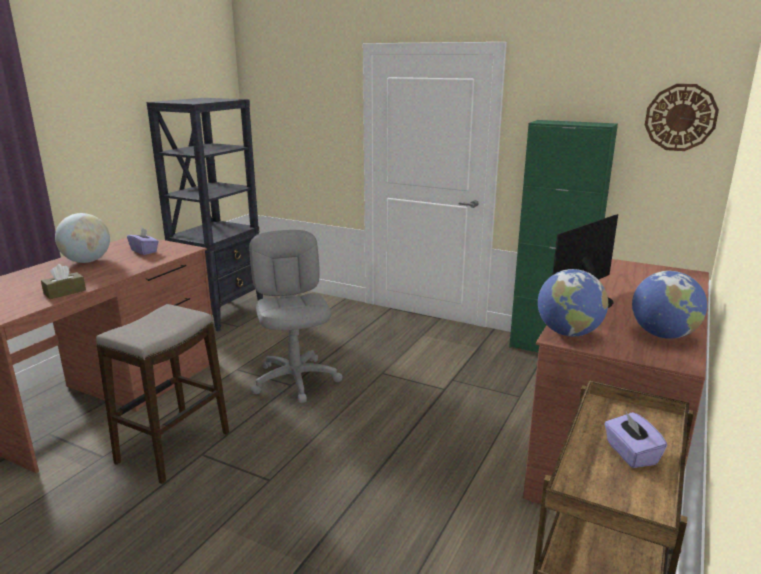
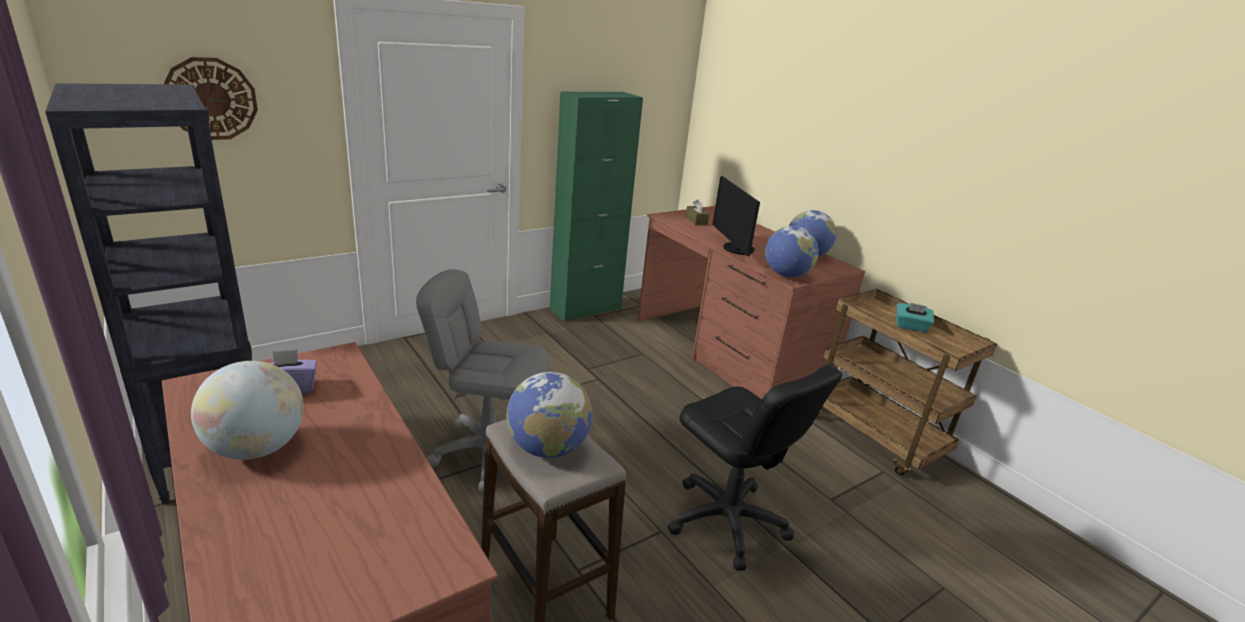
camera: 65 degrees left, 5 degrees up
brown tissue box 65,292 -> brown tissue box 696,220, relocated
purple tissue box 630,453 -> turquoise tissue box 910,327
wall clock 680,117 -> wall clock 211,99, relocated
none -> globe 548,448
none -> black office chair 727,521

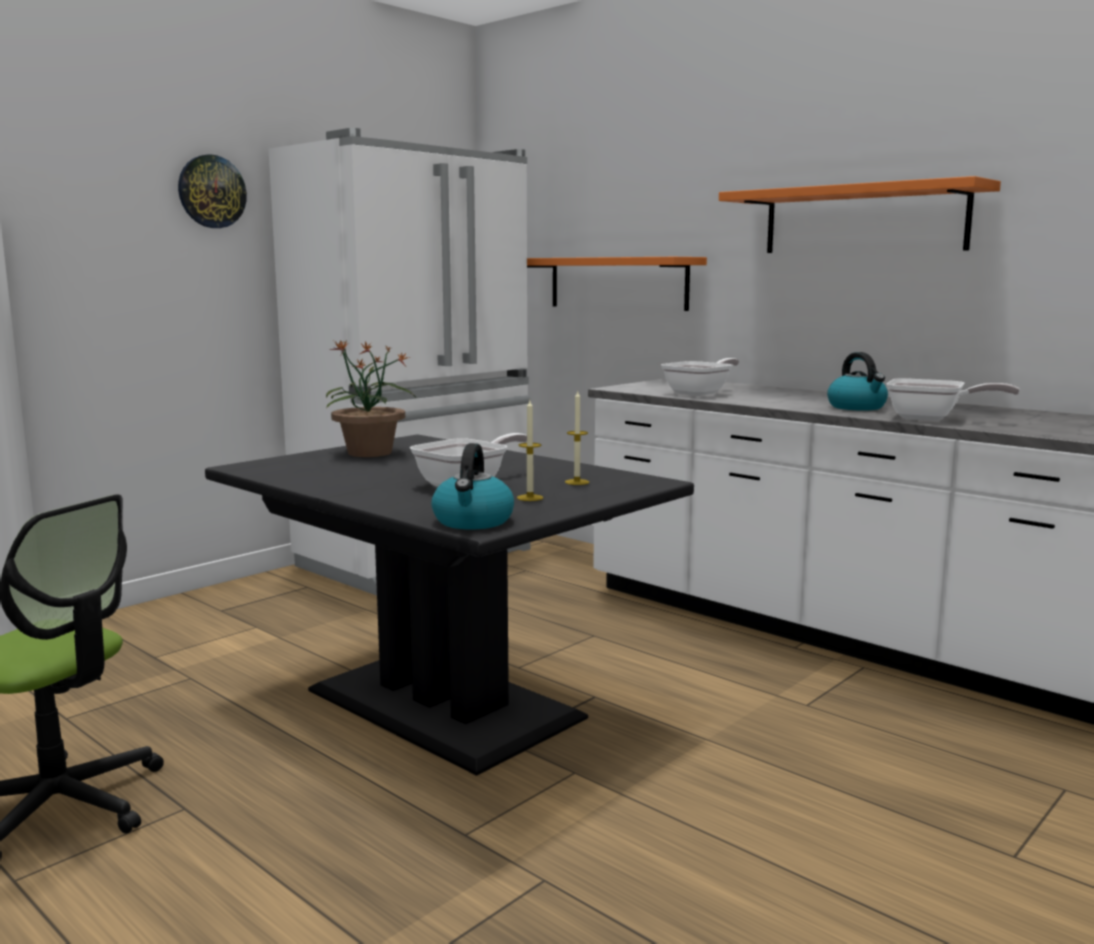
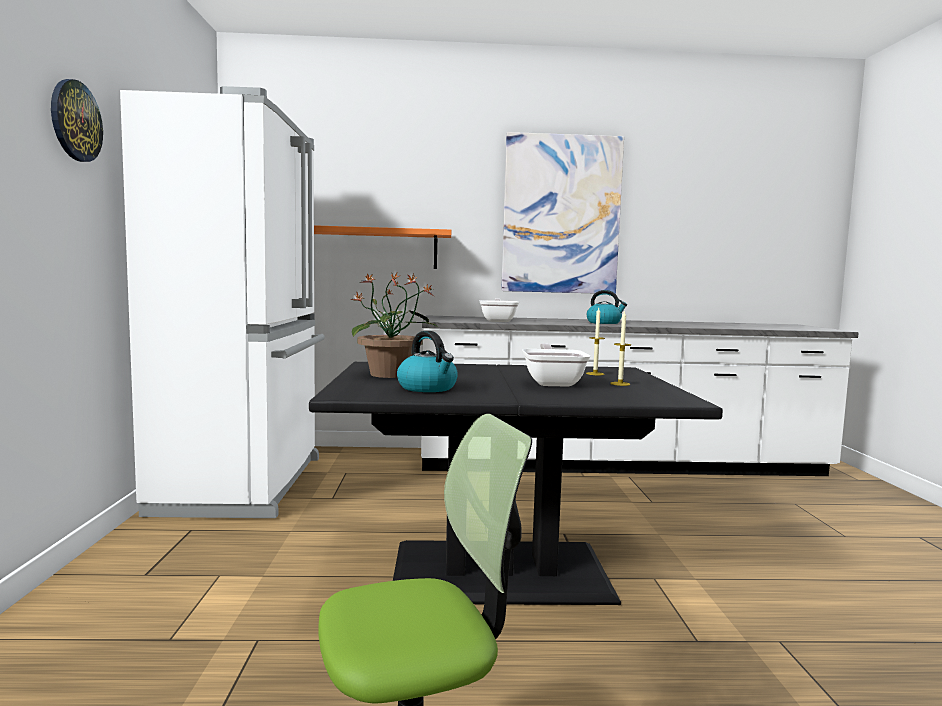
camera: 45 degrees left, 5 degrees down
kettle 473,521 -> kettle 428,388, relocated
orange shelf 863,220 -> picture 561,215
frying pan 932,418 -> none

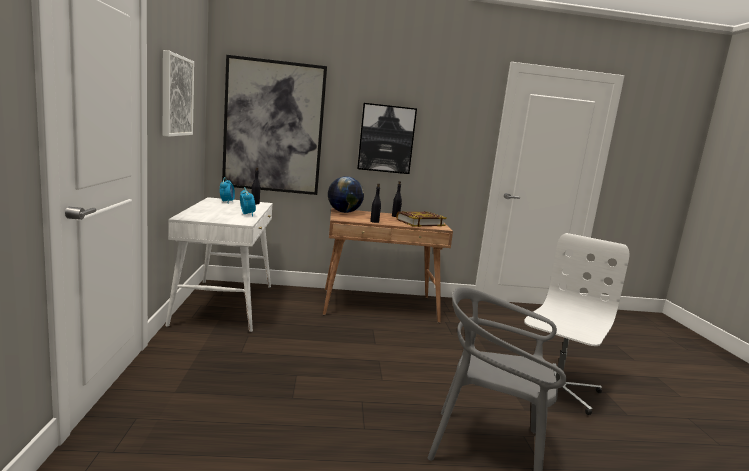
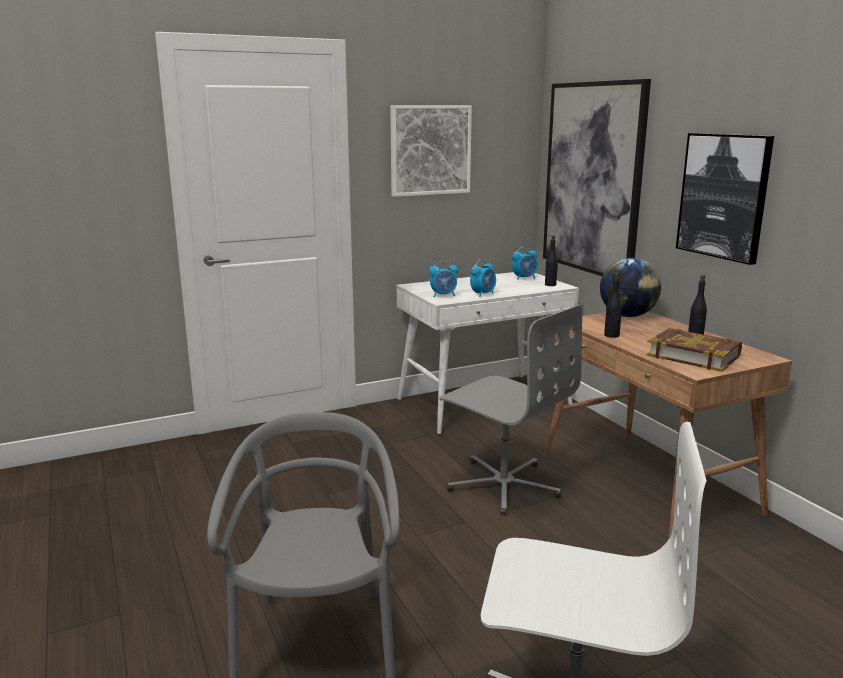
camera: 70 degrees right, 5 degrees up
none -> alarm clock 444,295
none -> grey office chair 503,485

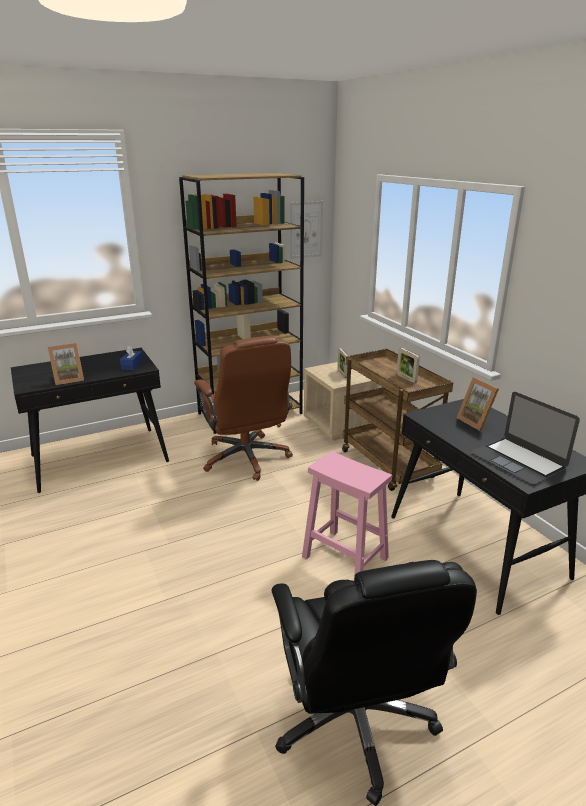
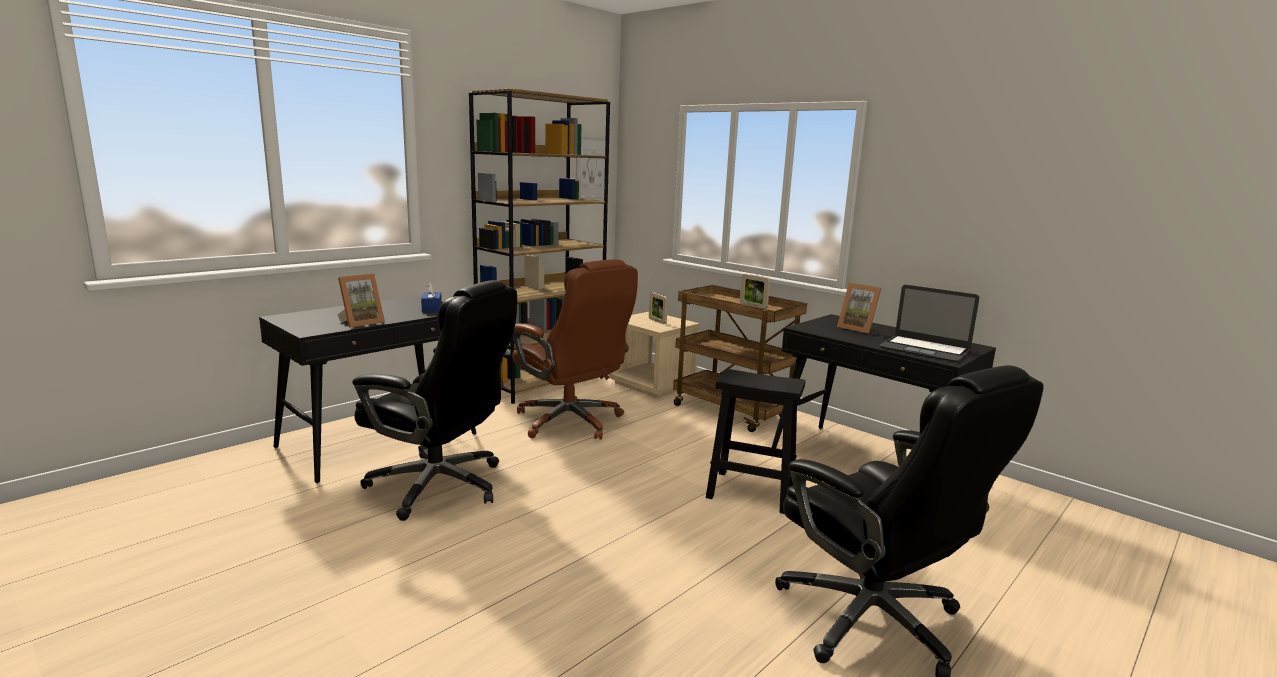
camera: 20 degrees left, 10 degrees down
pink stool 343,557 -> black stool 749,491
none -> black office chair 440,486

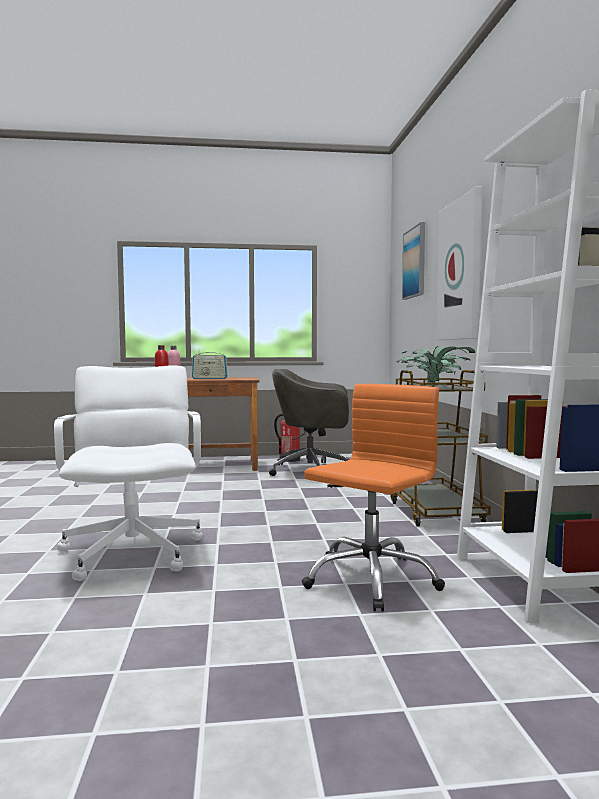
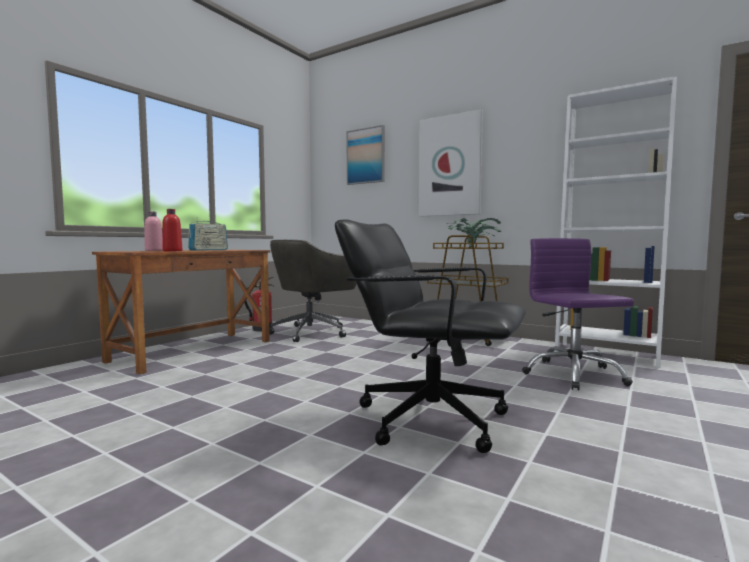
camera: 50 degrees left, 0 degrees up
white office chair 134,552 -> black office chair 430,418
orange office chair 370,579 -> purple office chair 573,375

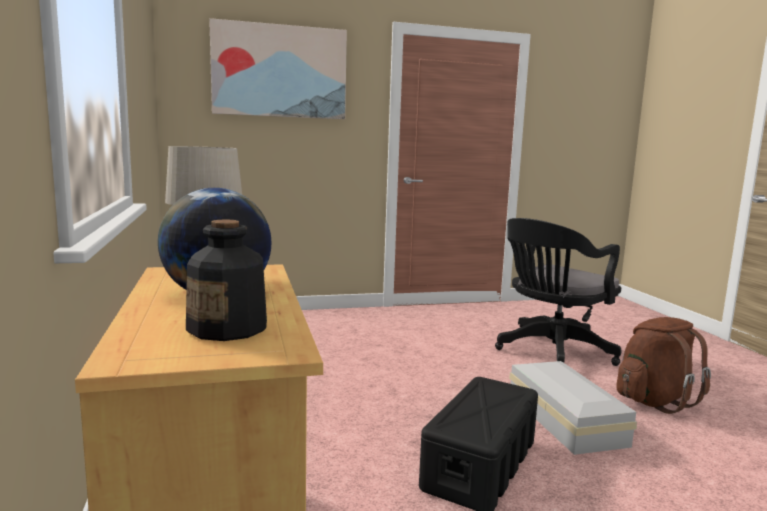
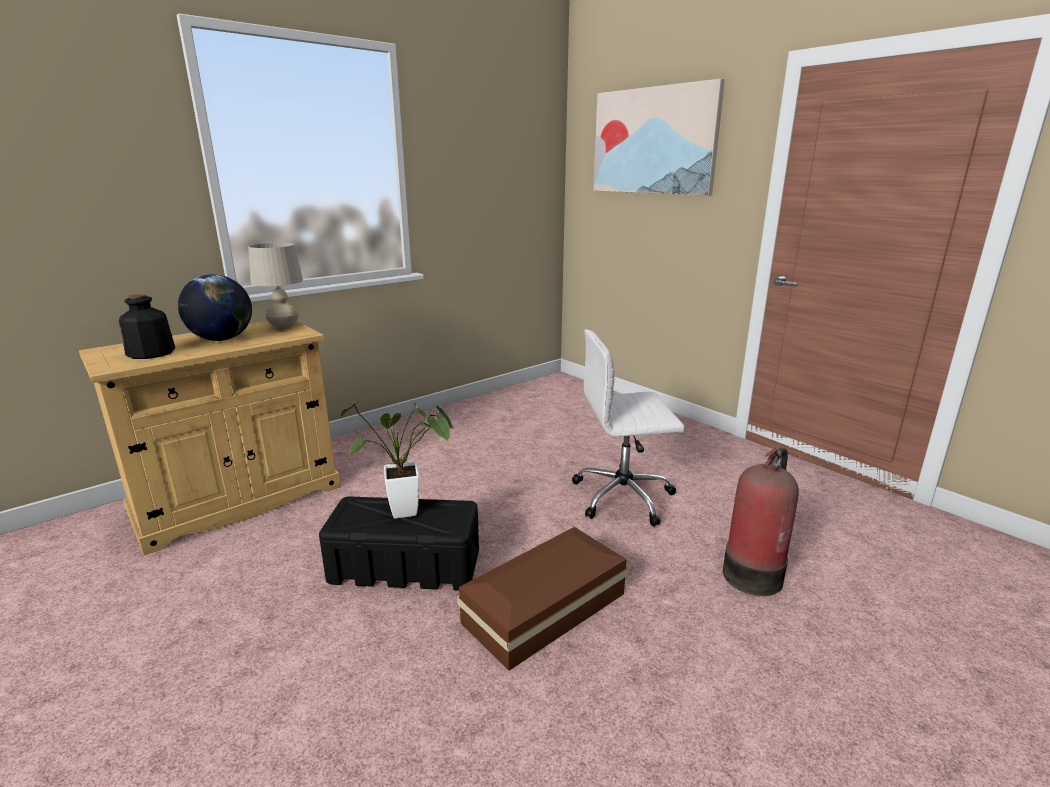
camera: 65 degrees right, 10 degrees up
black office chair 551,352 -> fire extinguisher 754,573
white storage box 565,417 -> brown storage box 548,608
brown backpack 654,400 -> none
none -> potted plant 412,511
none -> white office chair 624,496

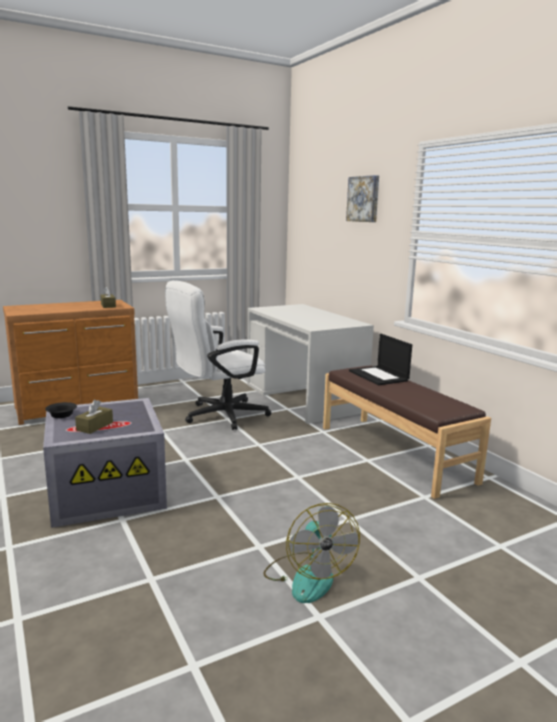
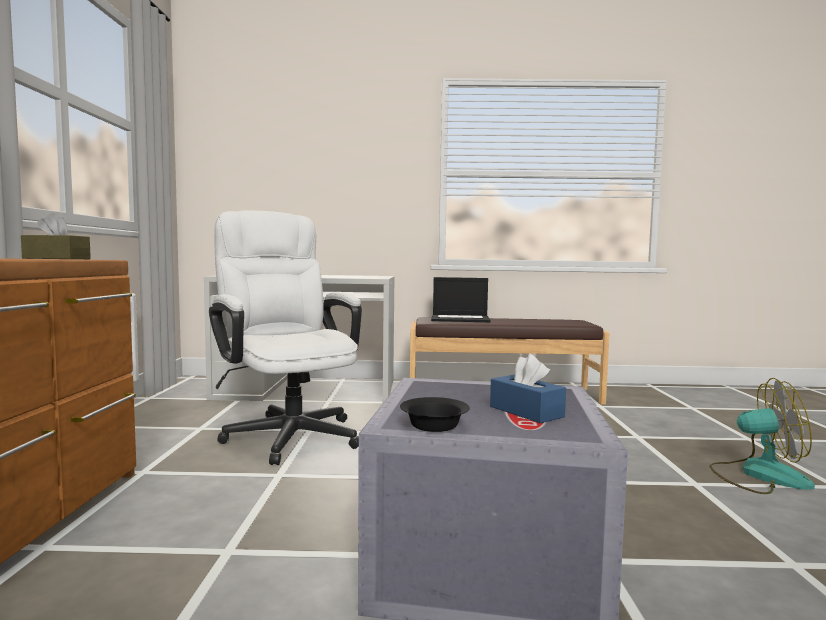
camera: 60 degrees left, 10 degrees down
brown tissue box 95,426 -> blue tissue box 526,411
white office chair 218,416 -> white office chair 288,432, 150 degrees clockwise
picture 364,199 -> none

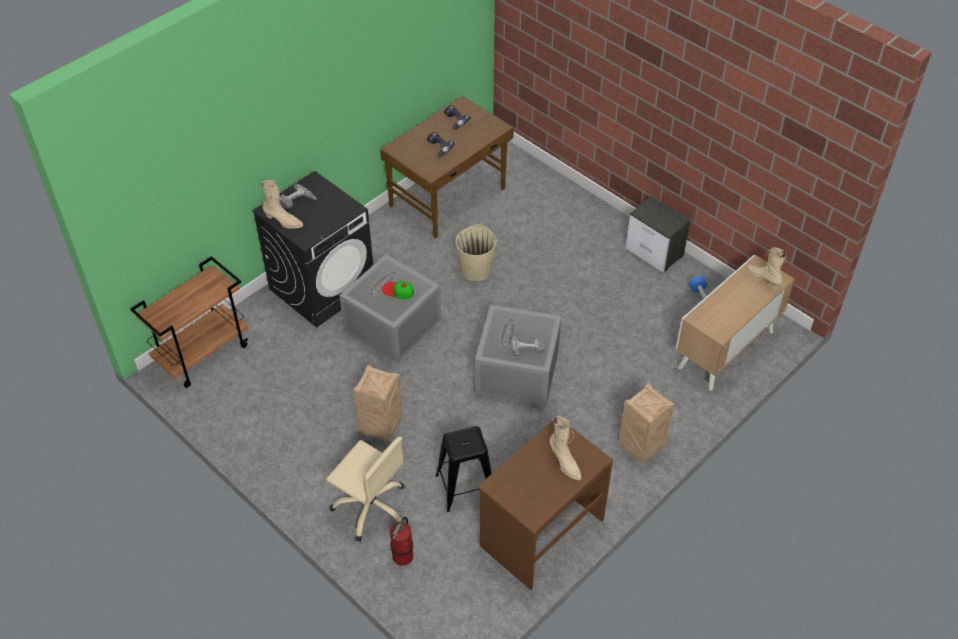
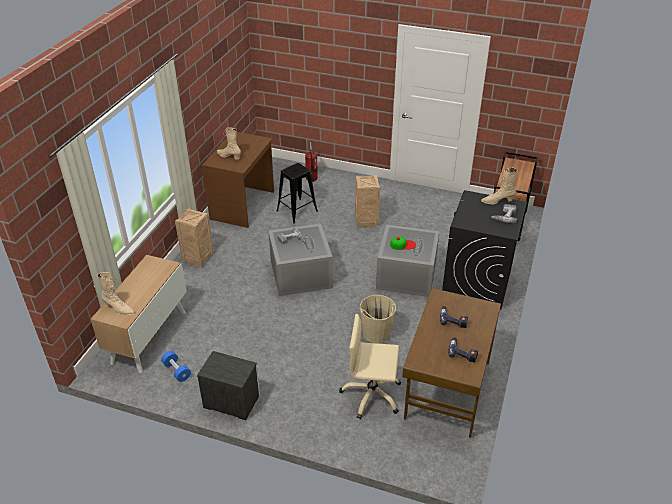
camera: 155 degrees right, 10 degrees down
beige office chair 371,507 -> beige office chair 371,395, relocated

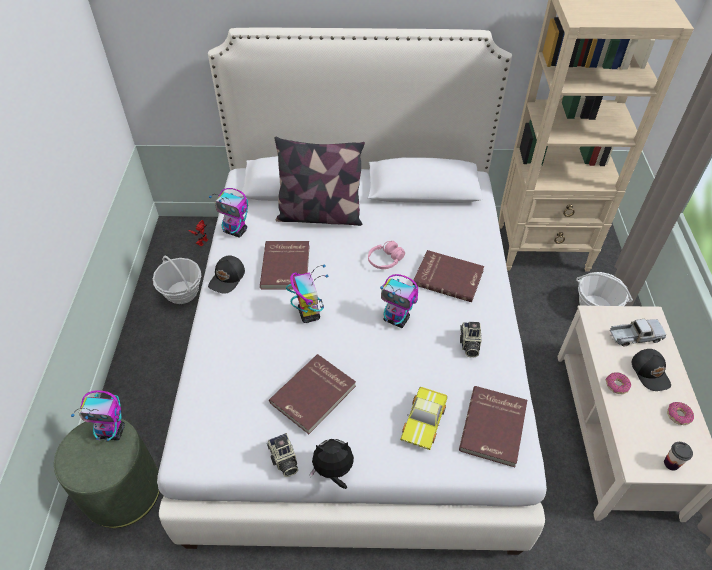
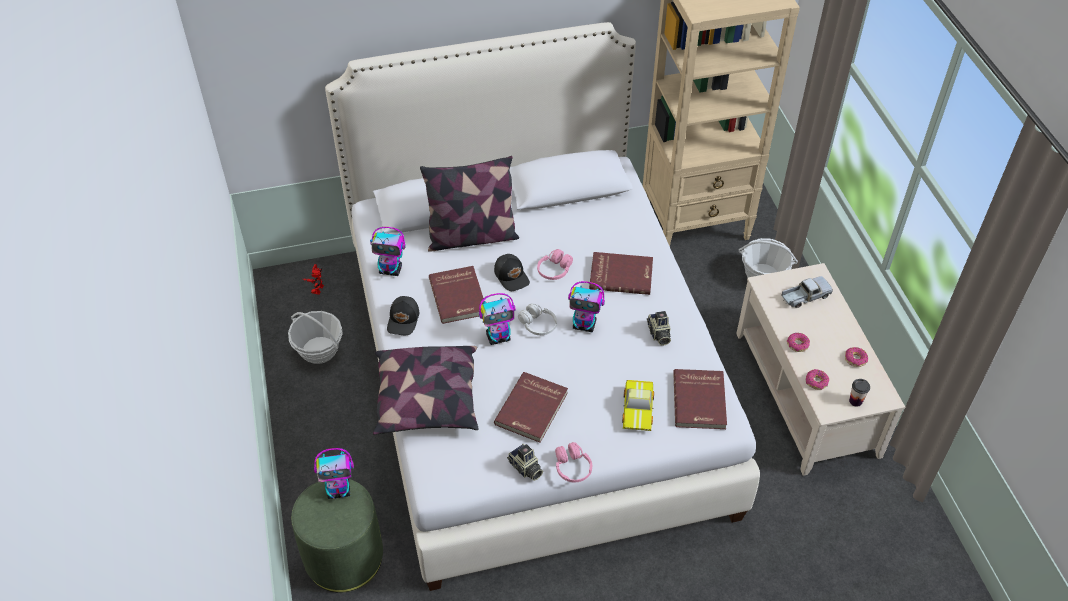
camera: 15 degrees left, 0 degrees up
toy robot 308,313 -> toy robot 498,337, 105 degrees clockwise
plush toy 333,471 -> pink headphones 572,467
black cap 650,372 -> black cap 512,276, relocated
none -> pillow 428,401
none -> white headphones 538,325
none -> donut 816,382

